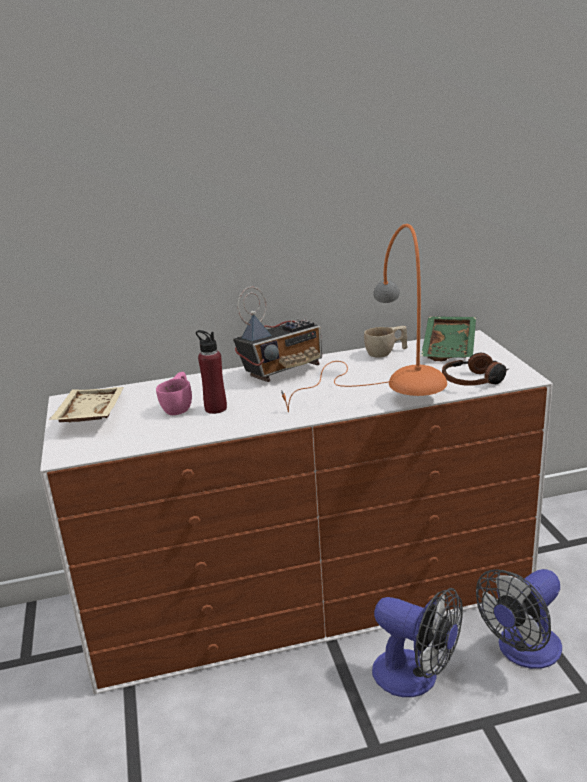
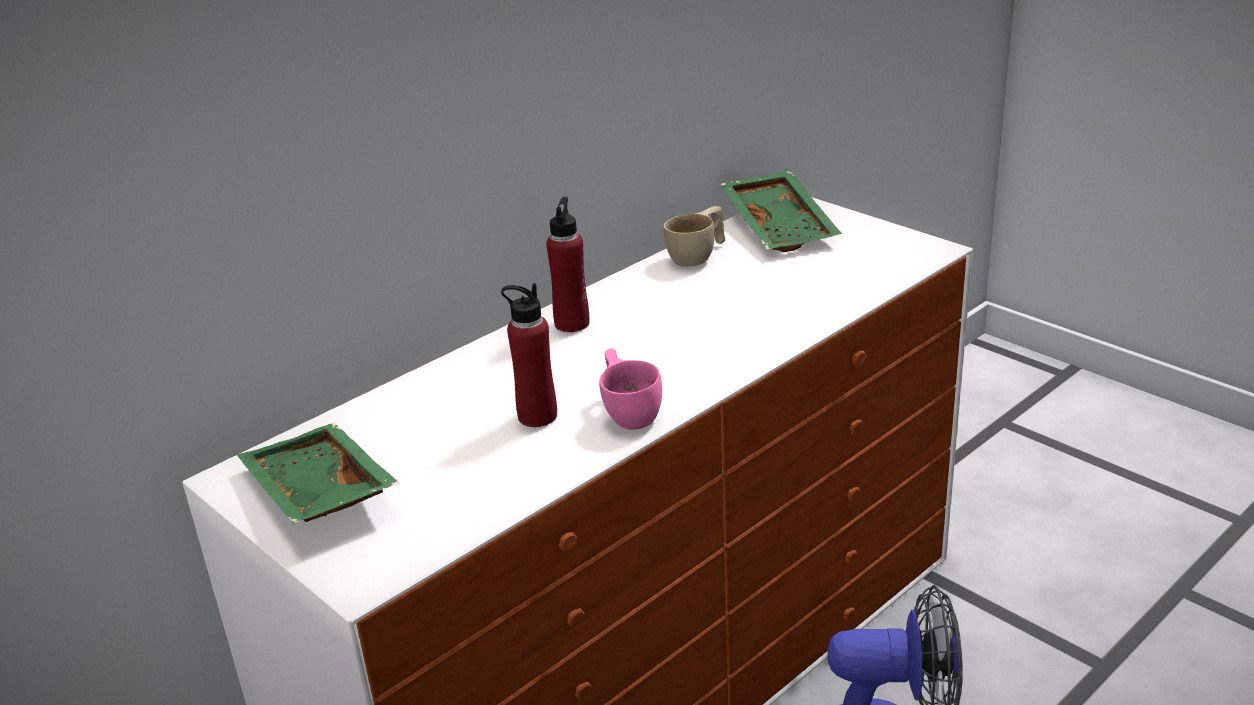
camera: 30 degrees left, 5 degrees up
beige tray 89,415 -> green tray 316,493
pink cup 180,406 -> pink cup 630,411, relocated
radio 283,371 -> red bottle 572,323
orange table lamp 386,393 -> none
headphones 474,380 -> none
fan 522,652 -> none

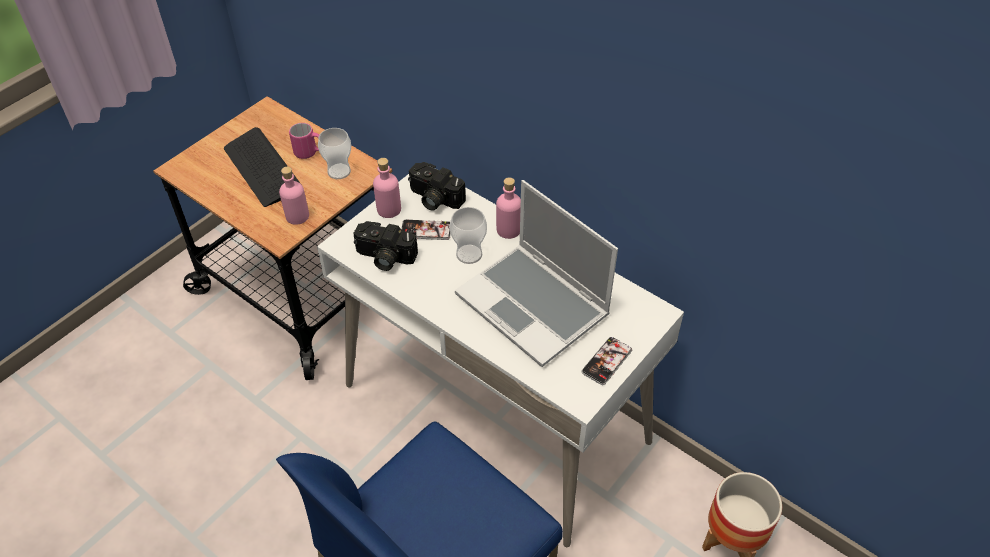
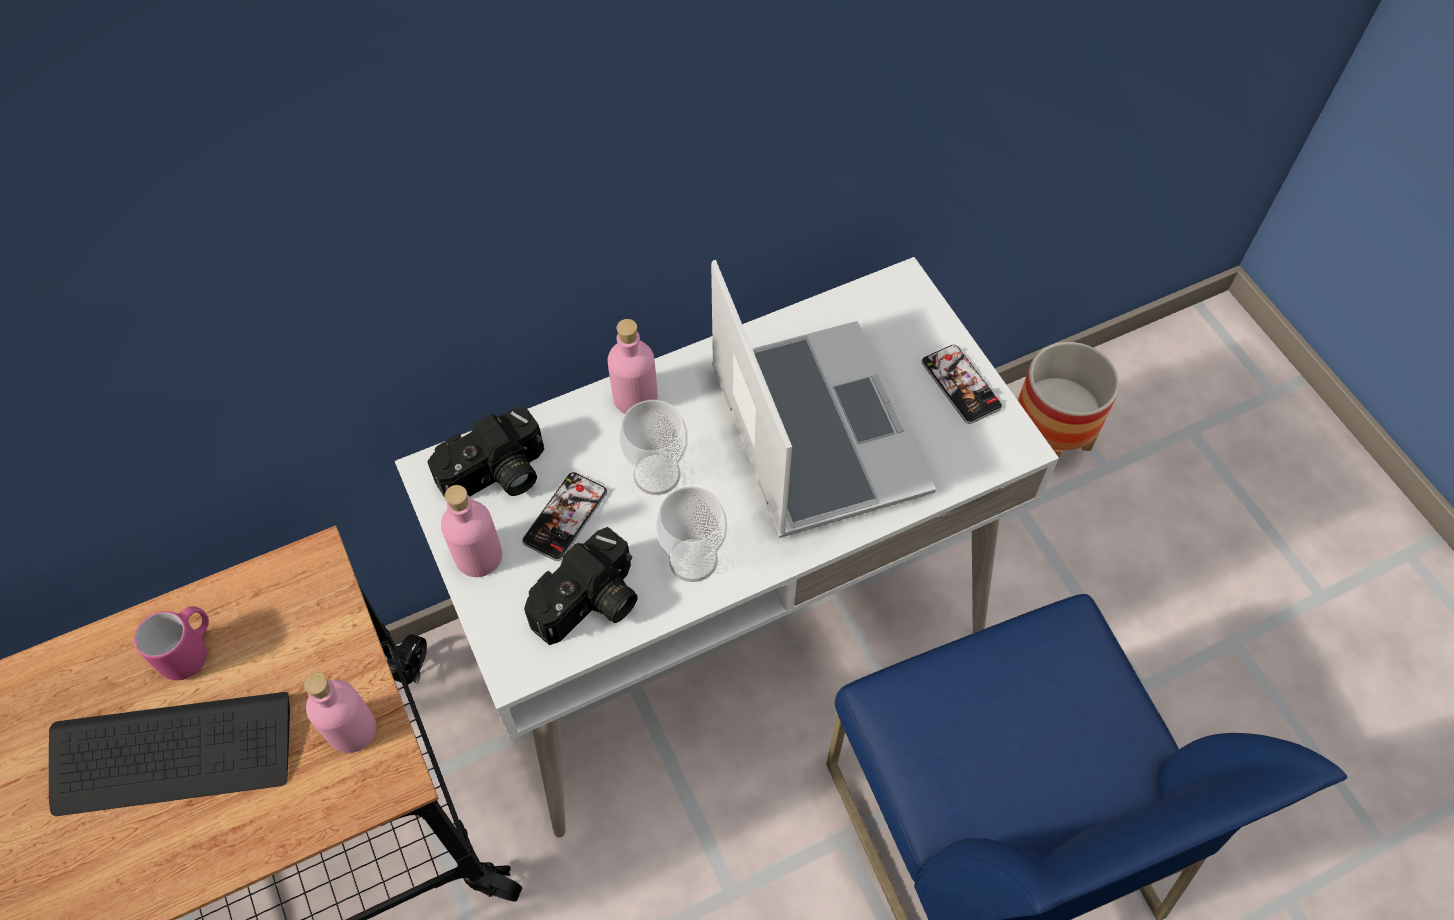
camera: 65 degrees left, 10 degrees up
cup 339,171 -> cup 693,559, relocated
laptop 534,306 -> laptop 813,429, 90 degrees counterclockwise

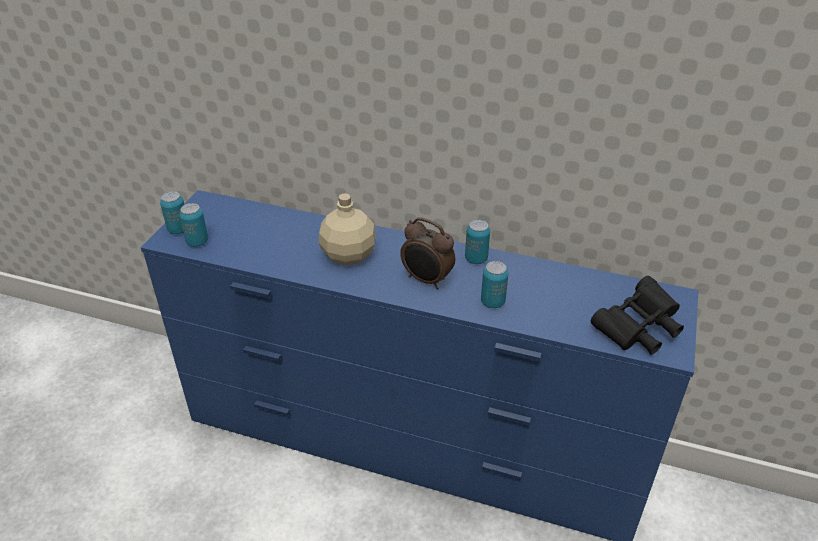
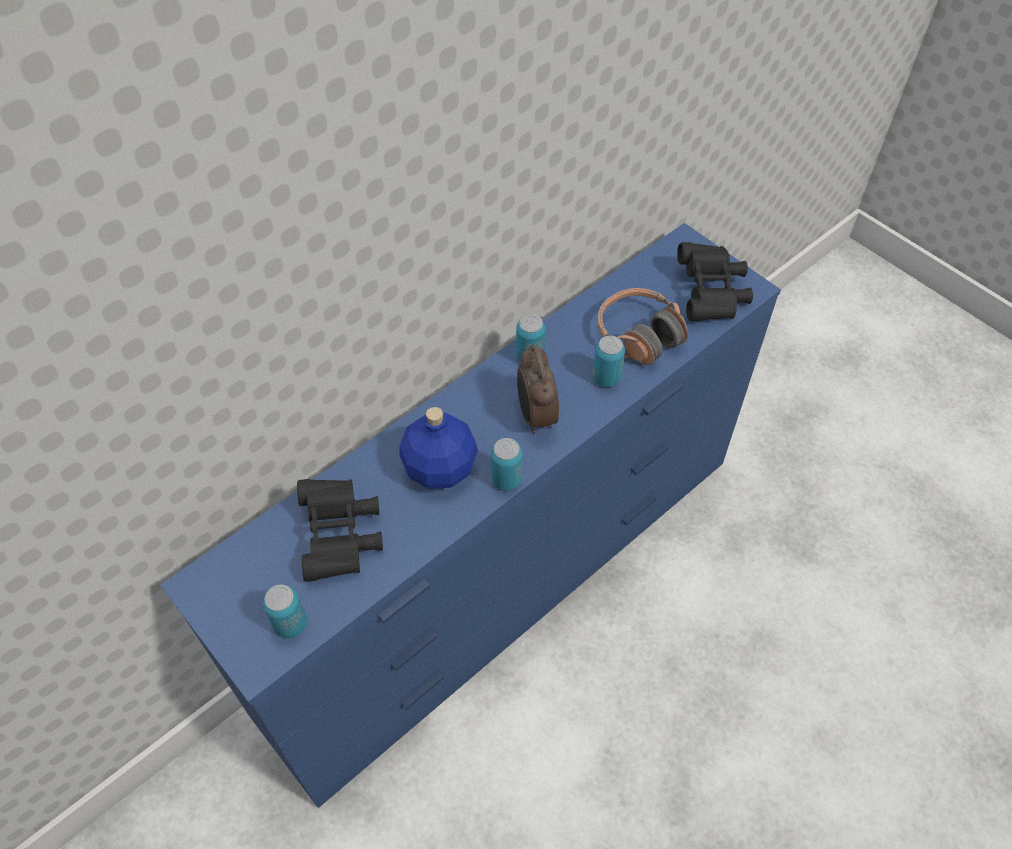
camera: 60 degrees left, 15 degrees up
can 178,229 -> can 506,480, relocated
beige bottle 347,255 -> blue bottle 439,469
alarm clock 426,280 -> alarm clock 535,416, 105 degrees clockwise
none -> black binoculars 341,537
none -> headphones 639,335

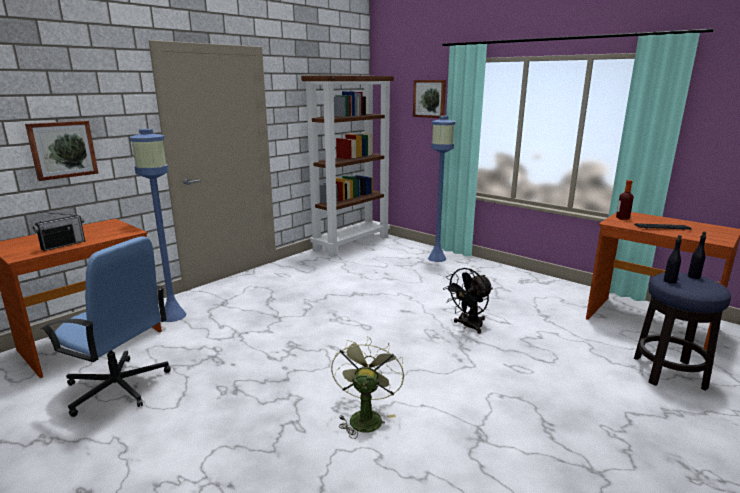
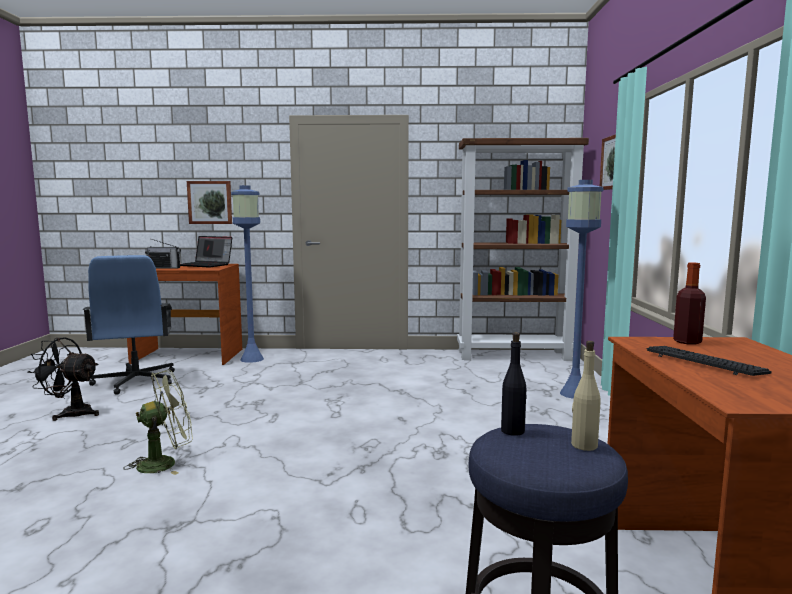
camera: 50 degrees right, 10 degrees down
black fan 468,326 -> black fan 71,413, relocated
black bottle 693,277 -> beige bottle 584,445
none -> laptop 206,265

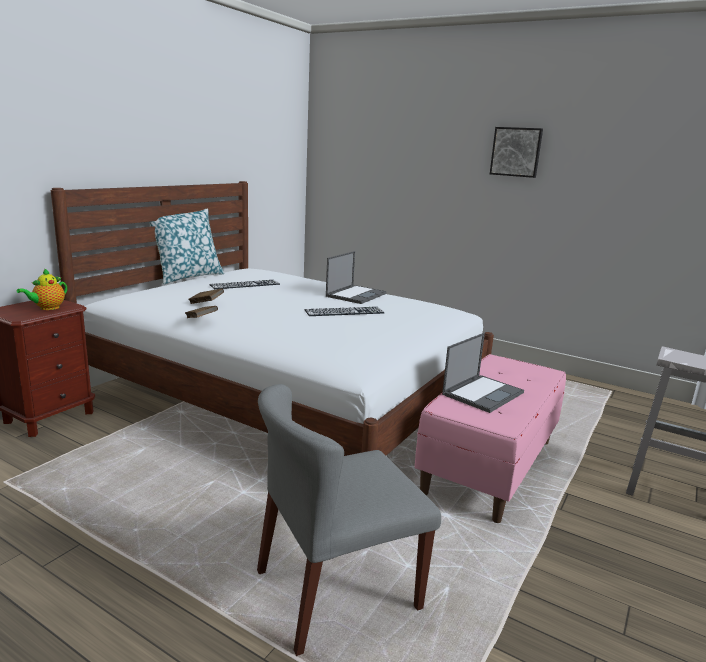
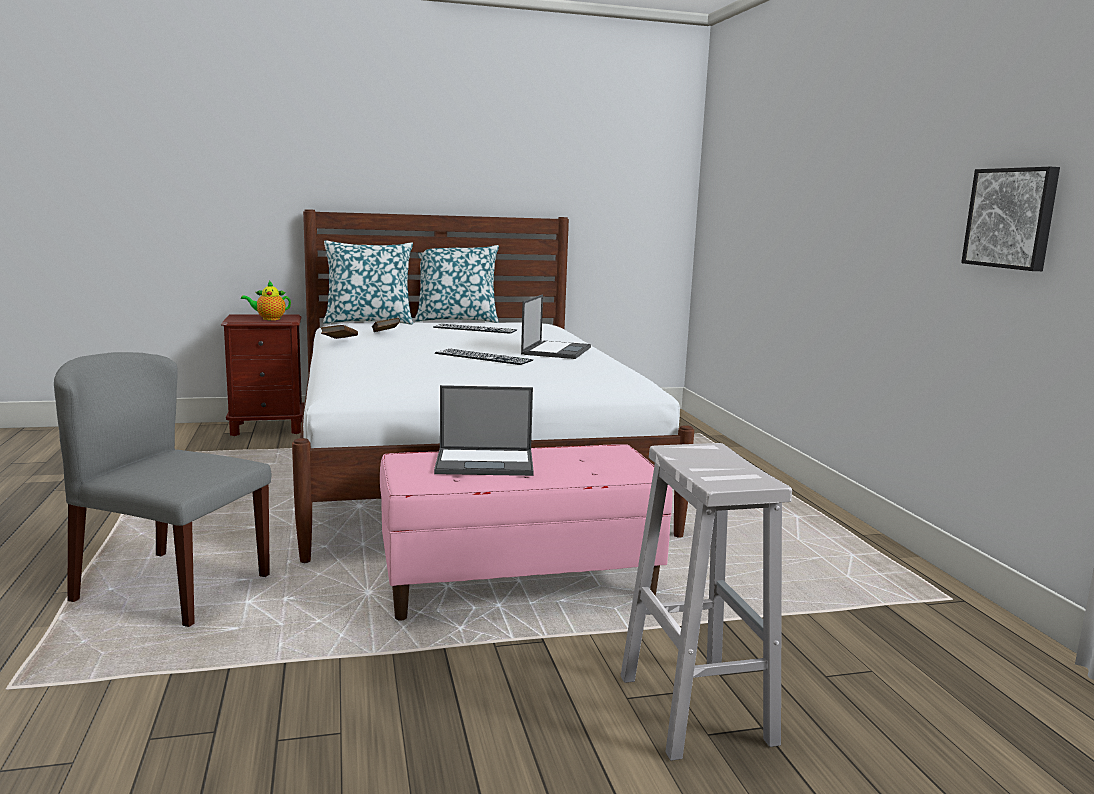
camera: 45 degrees right, 5 degrees down
laptop 356,295 -> laptop 556,350, 60 degrees counterclockwise
picture 516,152 -> picture 1012,218, relocated
none -> pillow 369,322

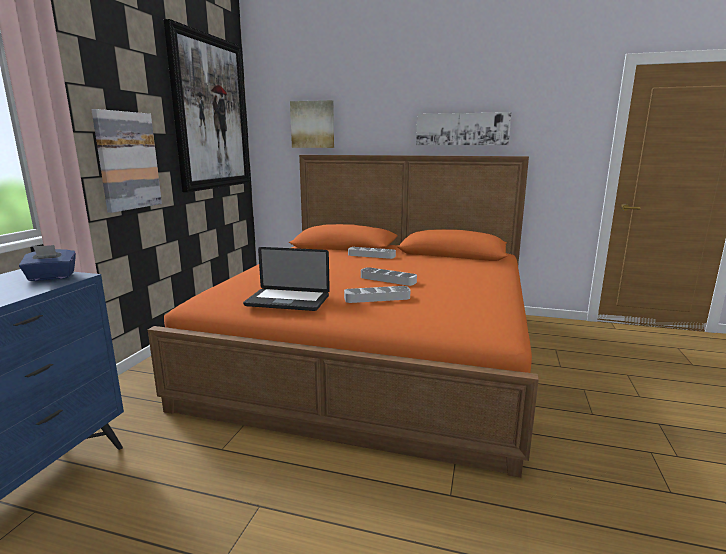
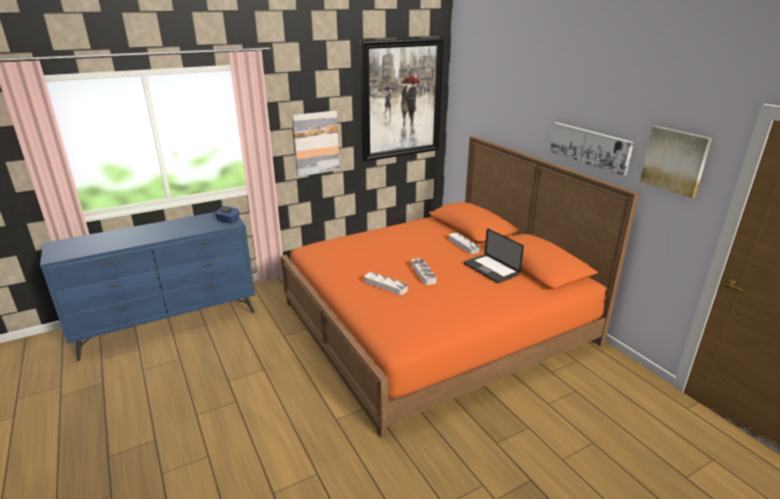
camera: 45 degrees right, 10 degrees up
laptop 287,301 -> laptop 491,269, relocated
picture 312,124 -> picture 675,160, relocated

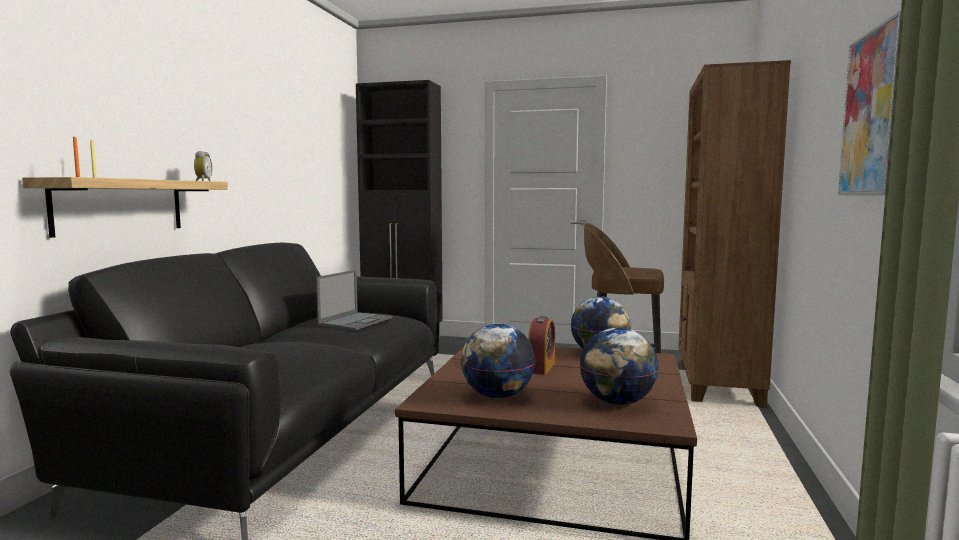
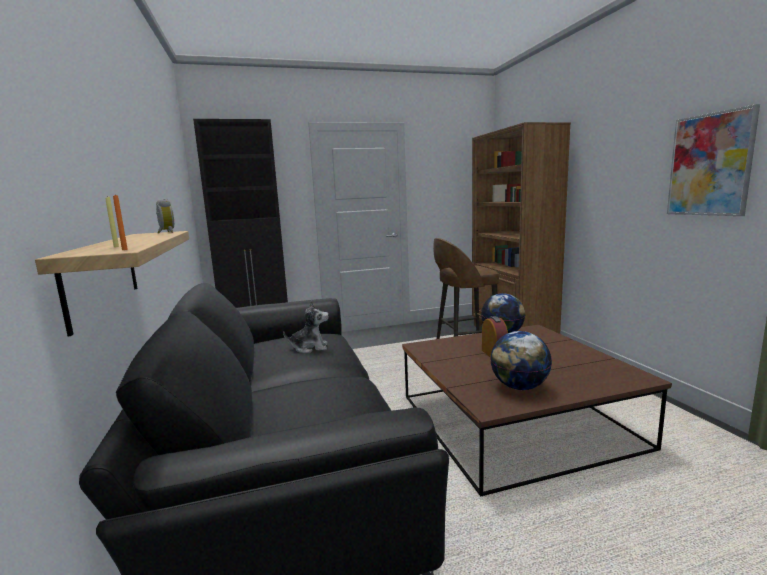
camera: 30 degrees left, 5 degrees up
laptop 356,321 -> plush toy 310,348
globe 617,402 -> none

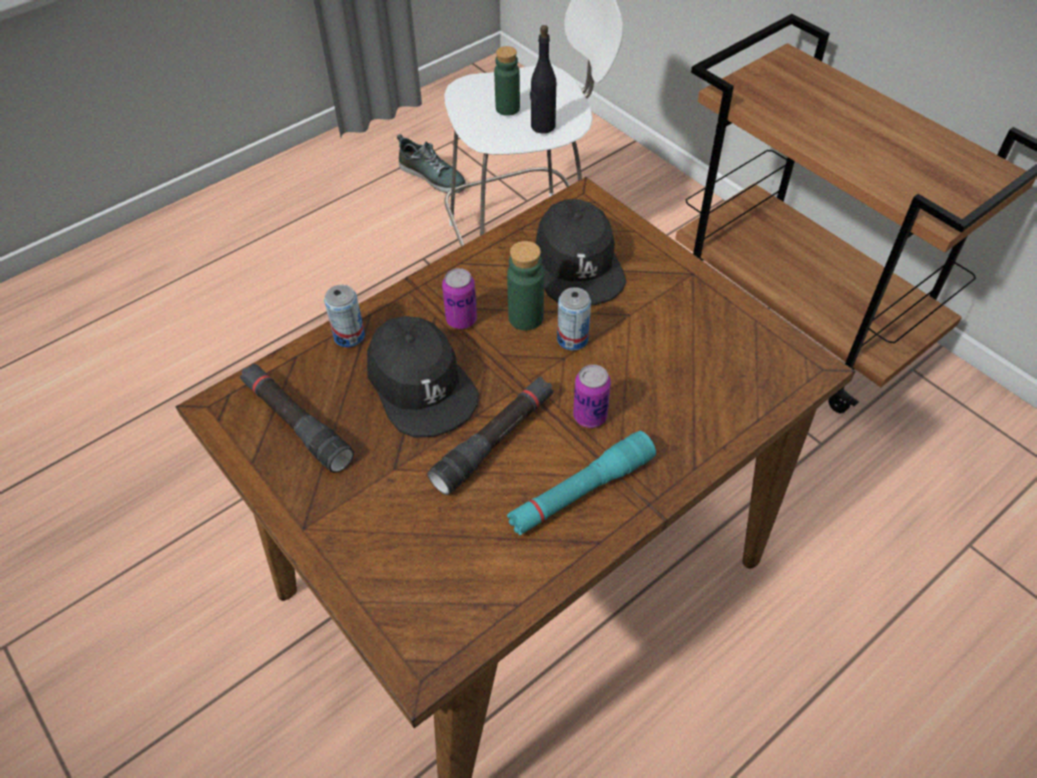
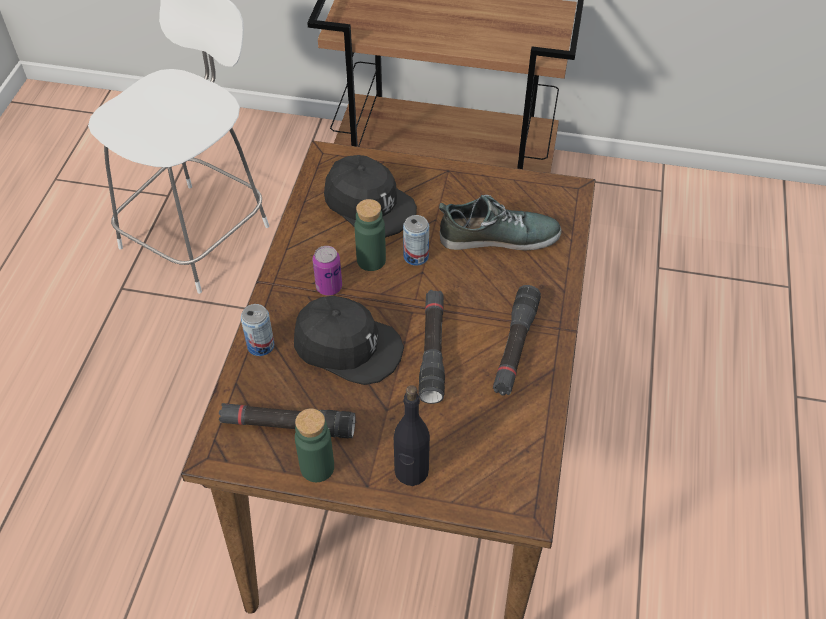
camera: 40 degrees left, 0 degrees up
shoe 433,176 -> shoe 498,236, relocated
green bottle 507,108 -> green bottle 317,467, relocated
turquoise flashlight 581,491 -> black flashlight 515,346
black bottle 542,126 -> black bottle 411,471, relocated
can 590,416 -> none

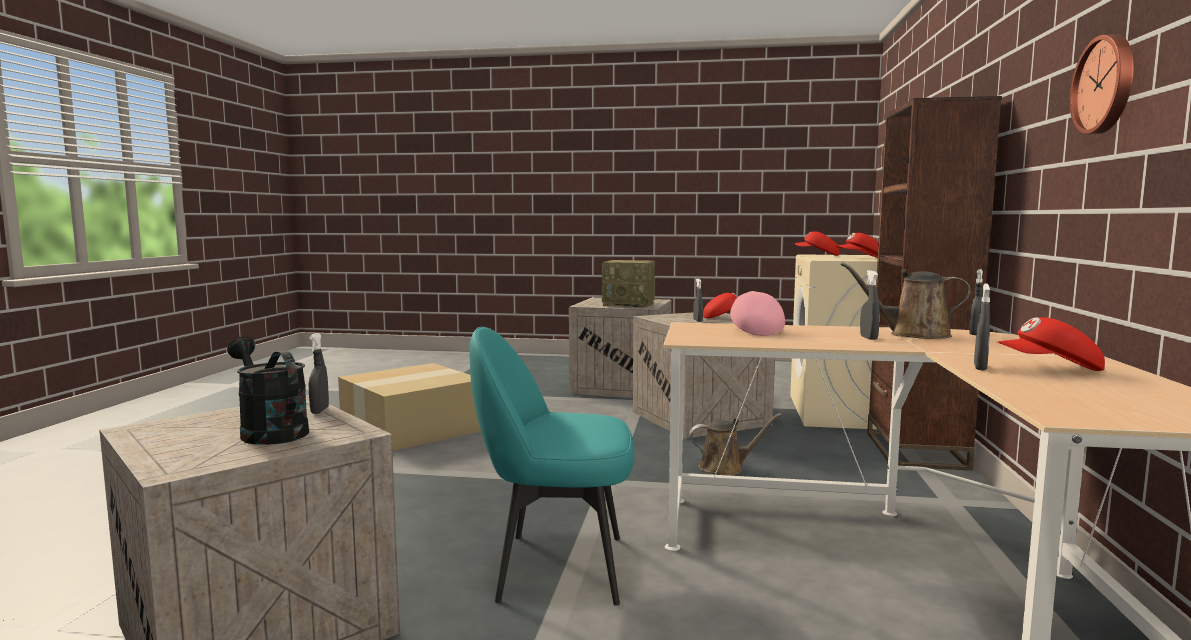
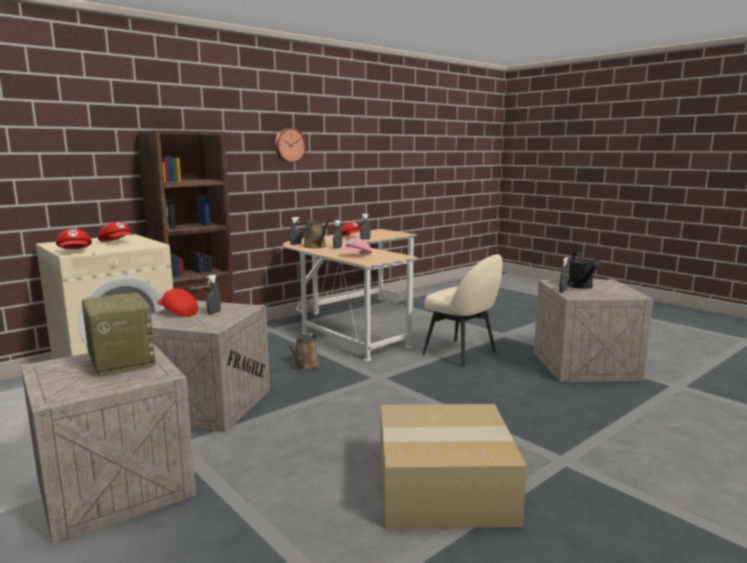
camera: 140 degrees left, 5 degrees up
turquoise chair 556,567 -> beige chair 461,353
brown watering can 725,468 -> brown watering can 305,366, 105 degrees counterclockwise

